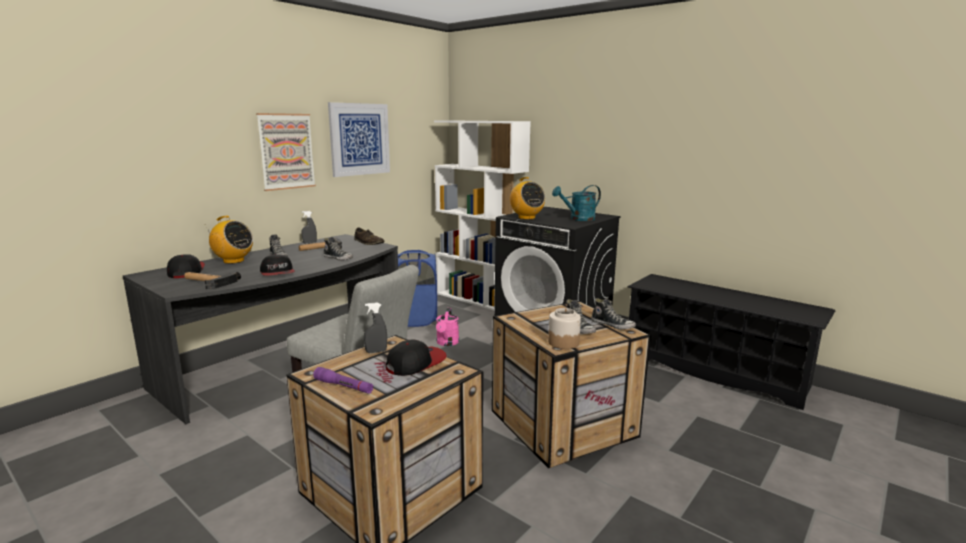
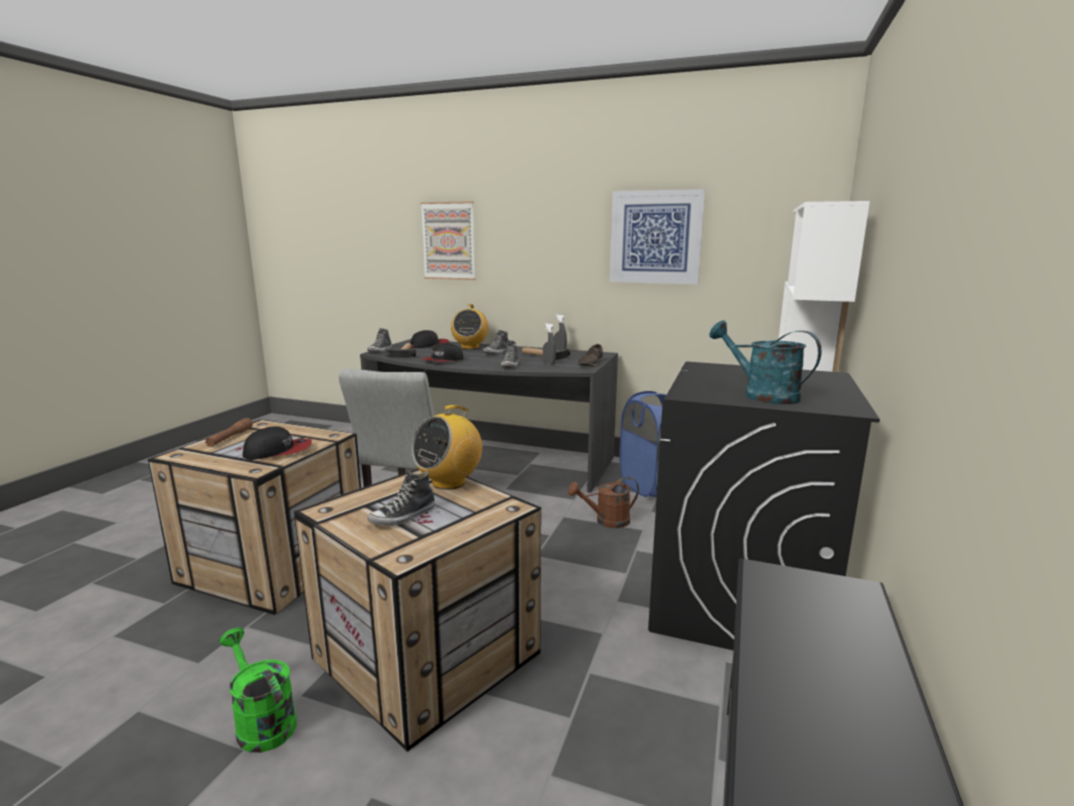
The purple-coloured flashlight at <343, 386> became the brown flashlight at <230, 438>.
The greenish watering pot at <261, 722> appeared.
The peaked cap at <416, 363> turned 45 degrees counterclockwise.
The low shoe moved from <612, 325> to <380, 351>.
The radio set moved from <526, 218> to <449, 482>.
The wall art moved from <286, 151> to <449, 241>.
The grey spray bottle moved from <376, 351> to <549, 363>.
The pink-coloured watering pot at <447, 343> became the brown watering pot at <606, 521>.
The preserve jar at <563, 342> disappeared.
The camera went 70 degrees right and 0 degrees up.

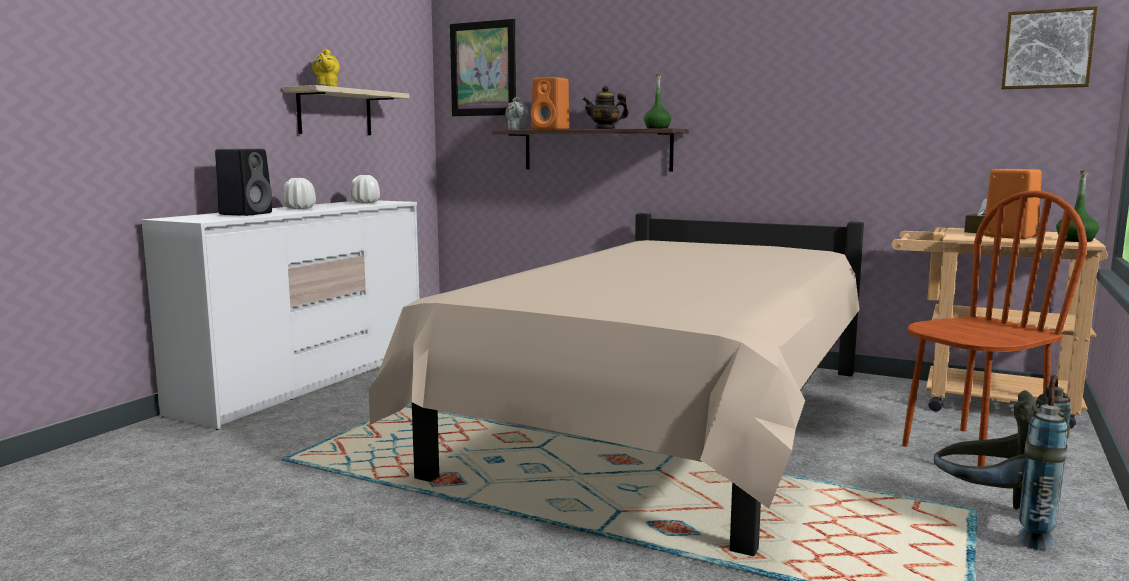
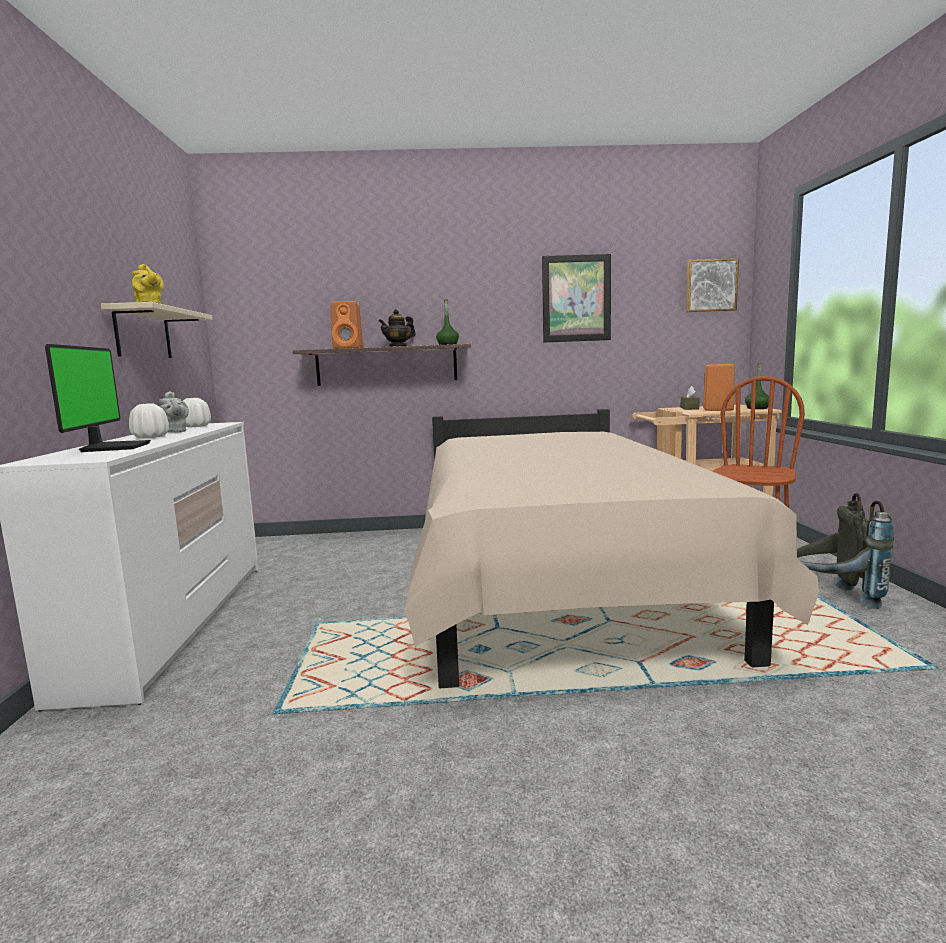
The blackish loudspeaker at <246, 213> was replaced by the computer display at <113, 447>.
The grey tea pot moved from <516, 130> to <175, 431>.
The wall art moved from <483, 69> to <576, 298>.
The camera went 30 degrees left and 0 degrees up.

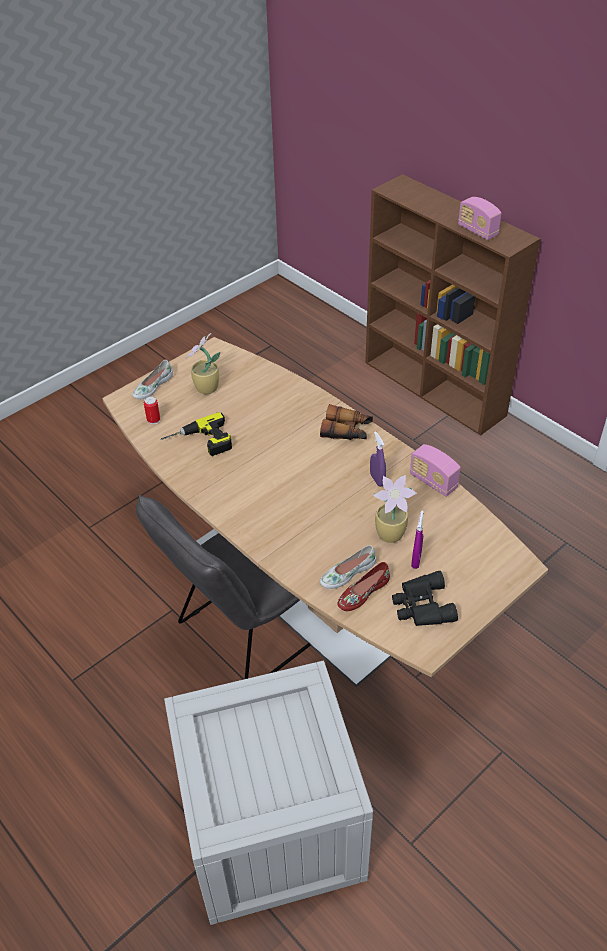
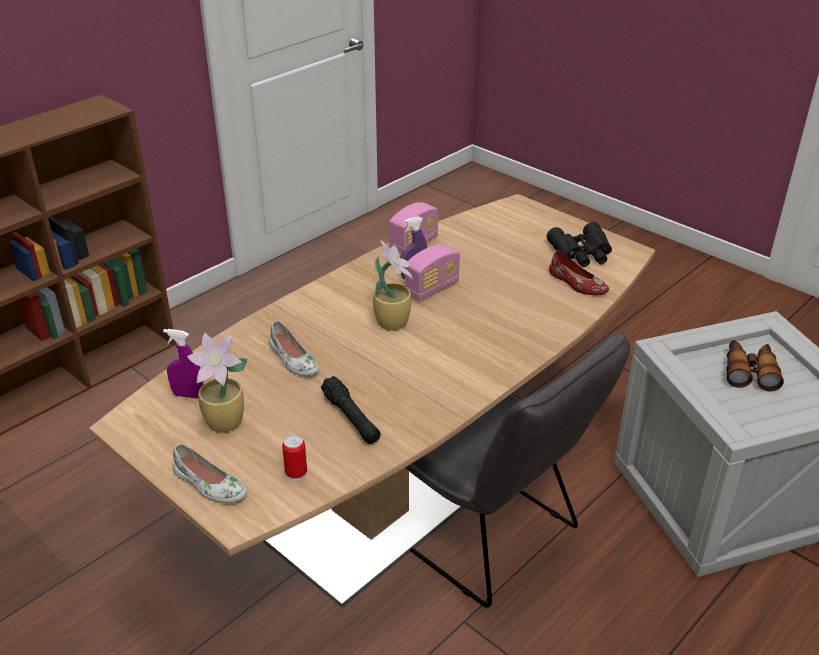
The purple-coloured spray bottle moved from <416, 560> to <188, 395>.
The whitish low shoe moved from <347, 573> to <293, 360>.
The power drill at <199, 443> was replaced by the blackish flashlight at <351, 418>.
The plant in a pot moved from <391, 534> to <393, 322>.
The radio set moved from <477, 231> to <432, 289>.
The field glasses moved from <347, 431> to <749, 371>.
The camera went 95 degrees left and 10 degrees down.

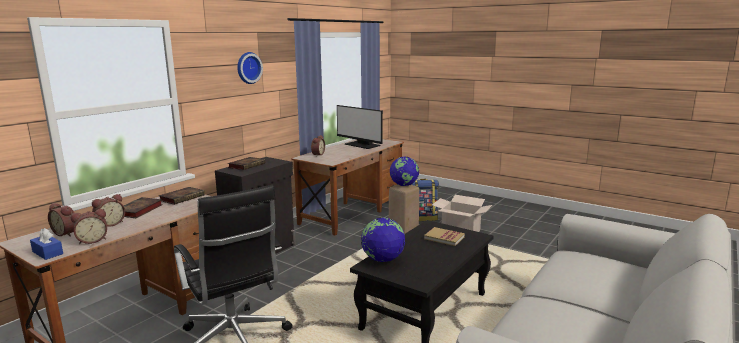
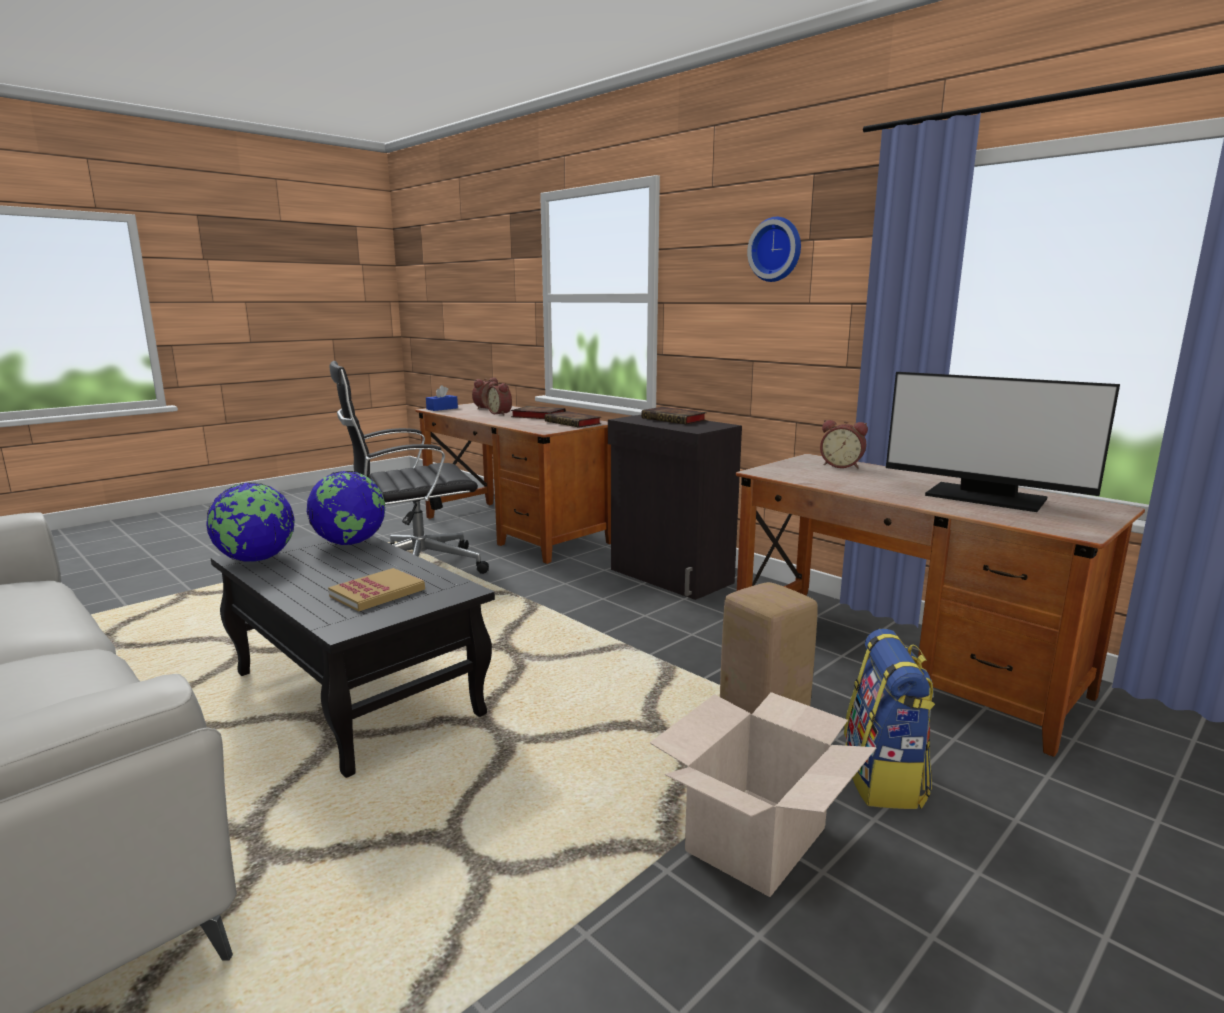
The desk globe moved from <404, 185> to <256, 560>.
The computer display at <361, 145> turned 105 degrees counterclockwise.
The bedside clock at <92, 240> disappeared.
The camera went 100 degrees right and 0 degrees up.

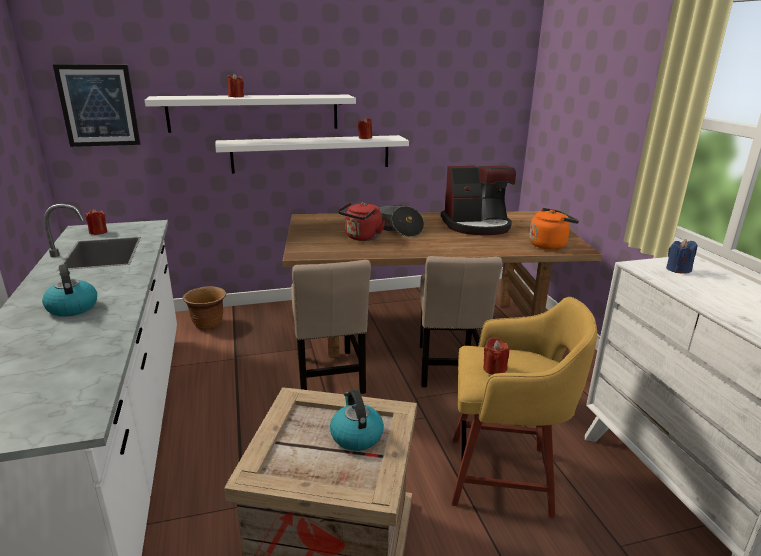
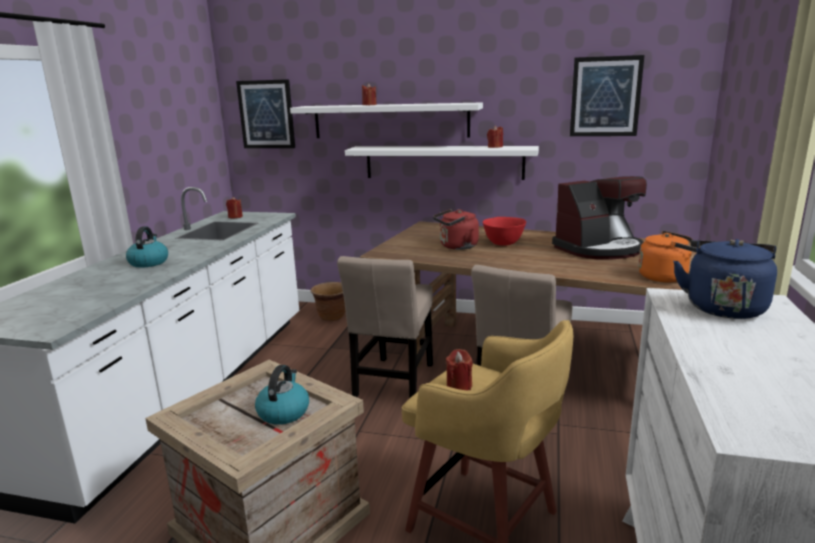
The saucepot at <397, 229> was replaced by the red-coloured deep dish at <504, 243>.
The coffee machine at <477, 225> turned 45 degrees counterclockwise.
The wall art at <605, 96> appeared.
The blue candle at <678, 270> was replaced by the blue water kettle at <723, 307>.
The camera went 30 degrees right and 5 degrees down.

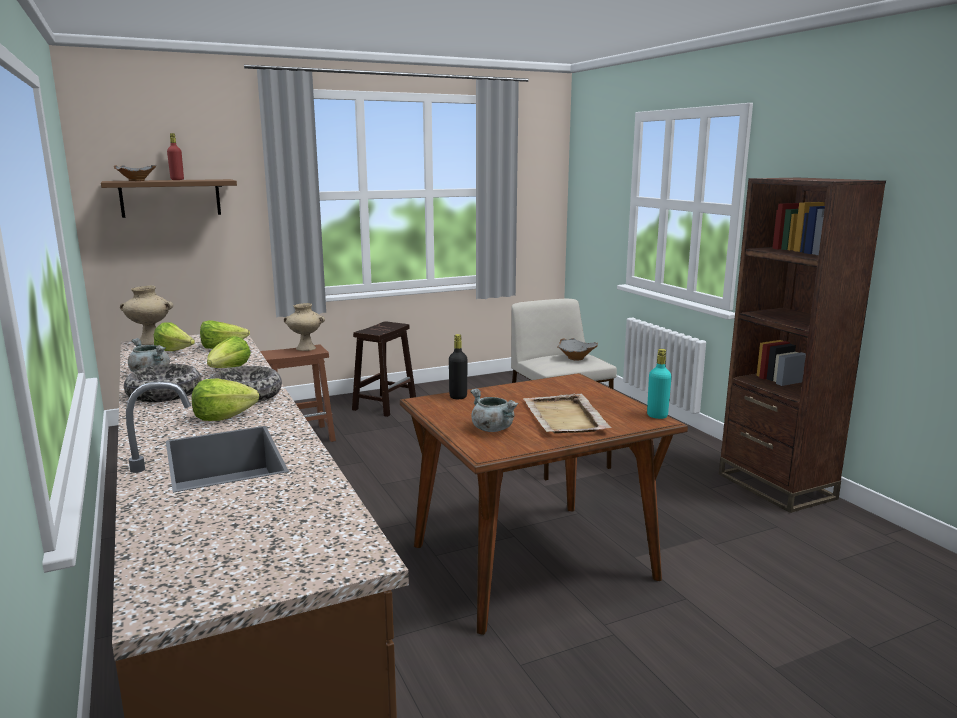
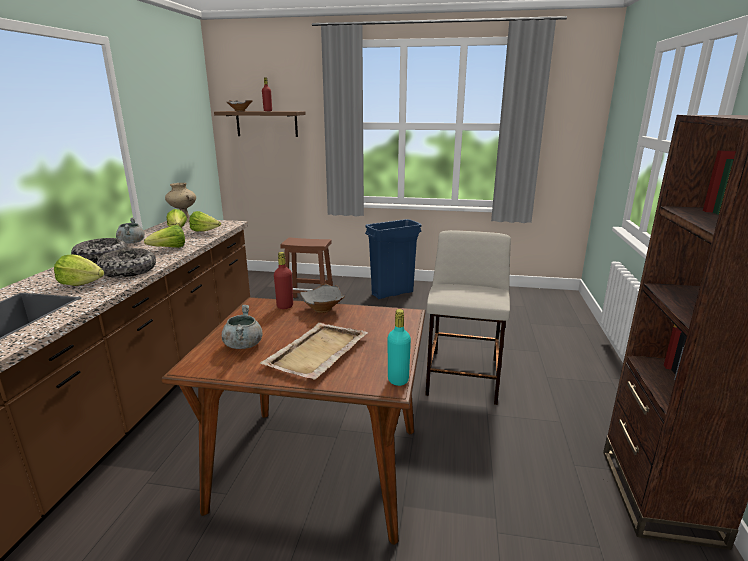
The blackish beverage bottle at <458, 397> became the red-coloured beverage bottle at <285, 306>.
The grey deep dish moved from <576, 358> to <324, 309>.
The brown sitting stool at <385, 405> was replaced by the blue trash can at <392, 293>.
The sand-coloured flower vase at <305, 348> disappeared.
The camera went 35 degrees right and 5 degrees up.

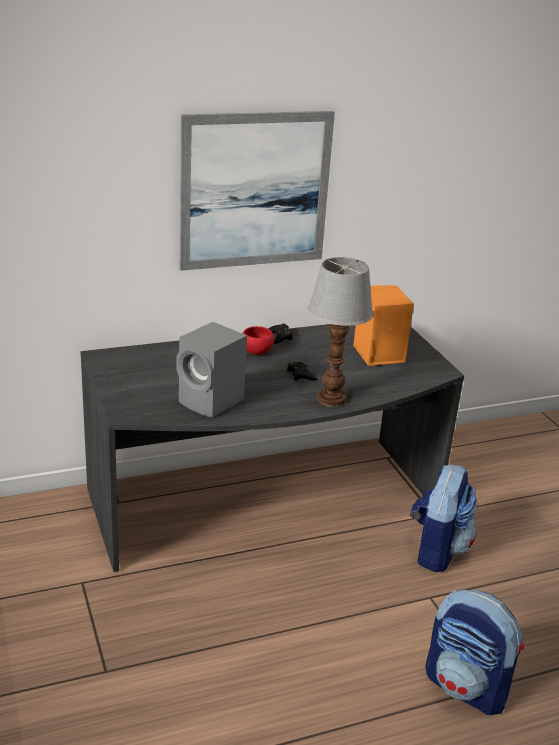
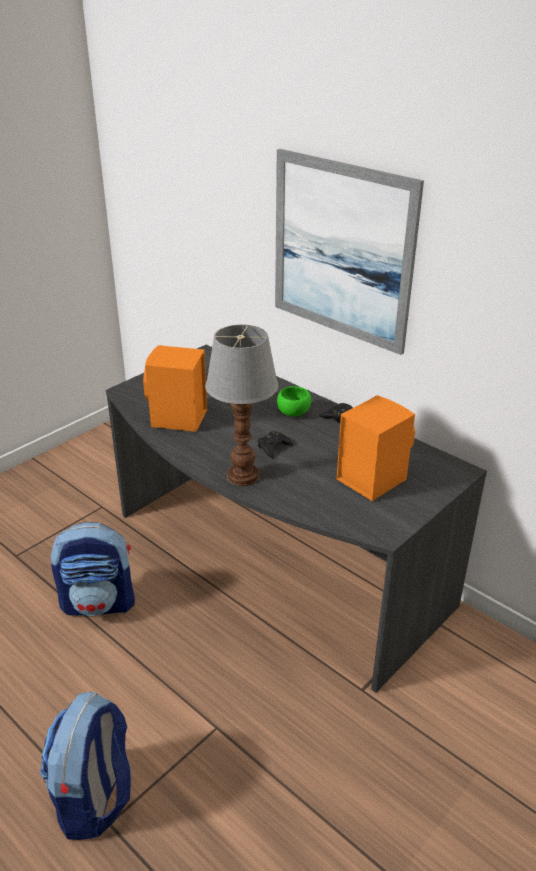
The knapsack moved from <436, 550> to <99, 603>.
The grey loudspeaker at <212, 402> became the orangey loudspeaker at <178, 419>.
The red-coloured deep dish at <256, 351> became the greenish deep dish at <294, 412>.
The camera went 65 degrees right and 5 degrees up.

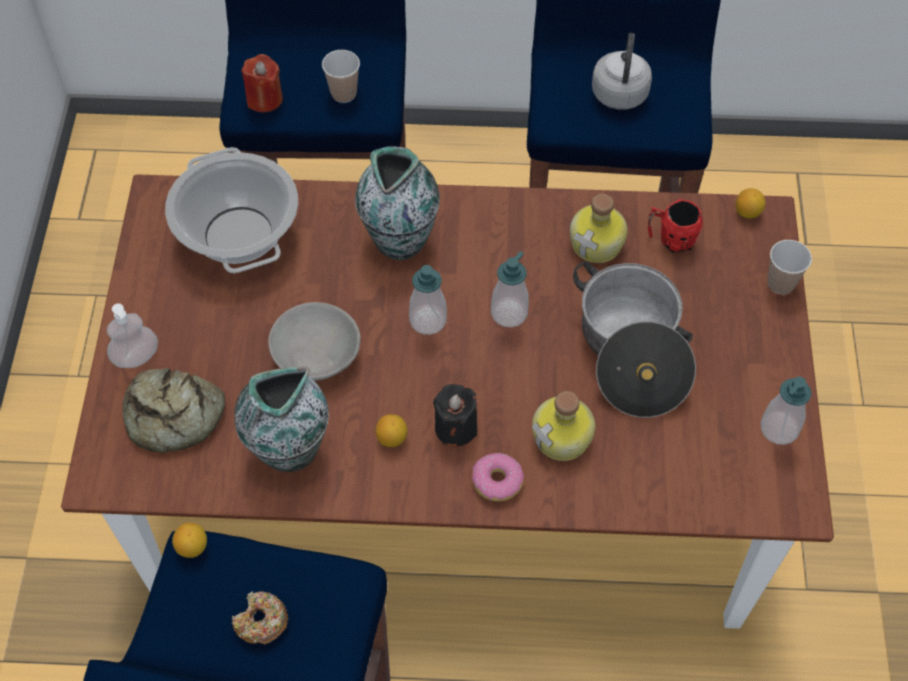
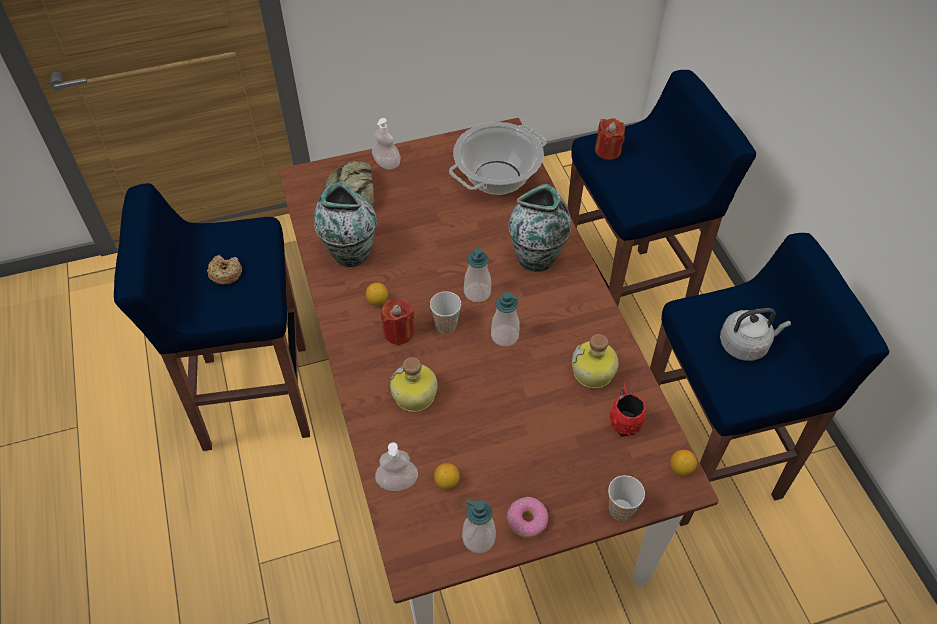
The soap bottle at <397, 482> appeared.
The blackish candle at <456, 428> became the red-coloured candle at <398, 332>.
The cup moved from <343, 93> to <446, 325>.
The whole lemon moved from <193, 547> to <447, 482>.
The doughnut moved from <497, 481> to <527, 520>.
The grey deep dish at <316, 356> disappeared.
The saucepot at <631, 352> disappeared.
The camera went 70 degrees right and 5 degrees down.

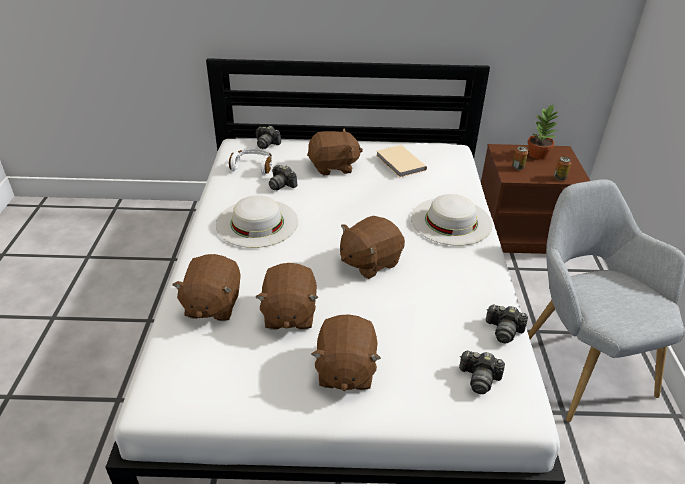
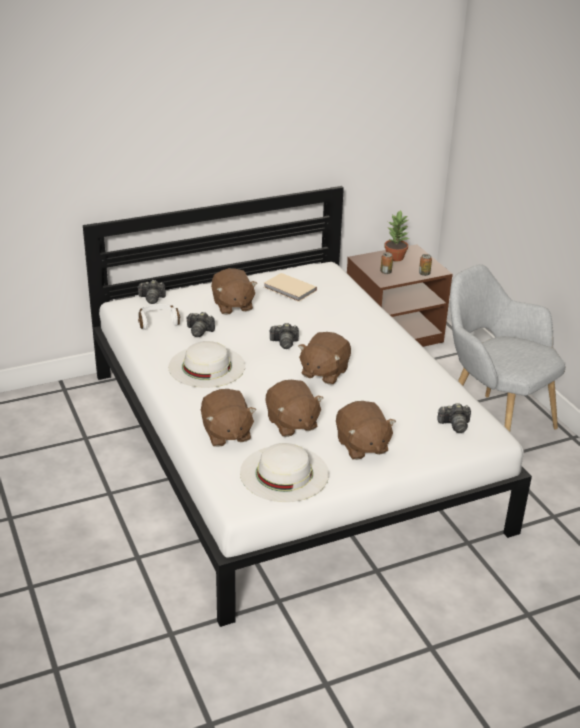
The brown plush toy at <333, 167> turned 105 degrees clockwise.
The whitish hat moved from <451, 221> to <284, 473>.
The still camera moved from <503, 330> to <284, 343>.
The camera went 25 degrees left and 5 degrees down.

